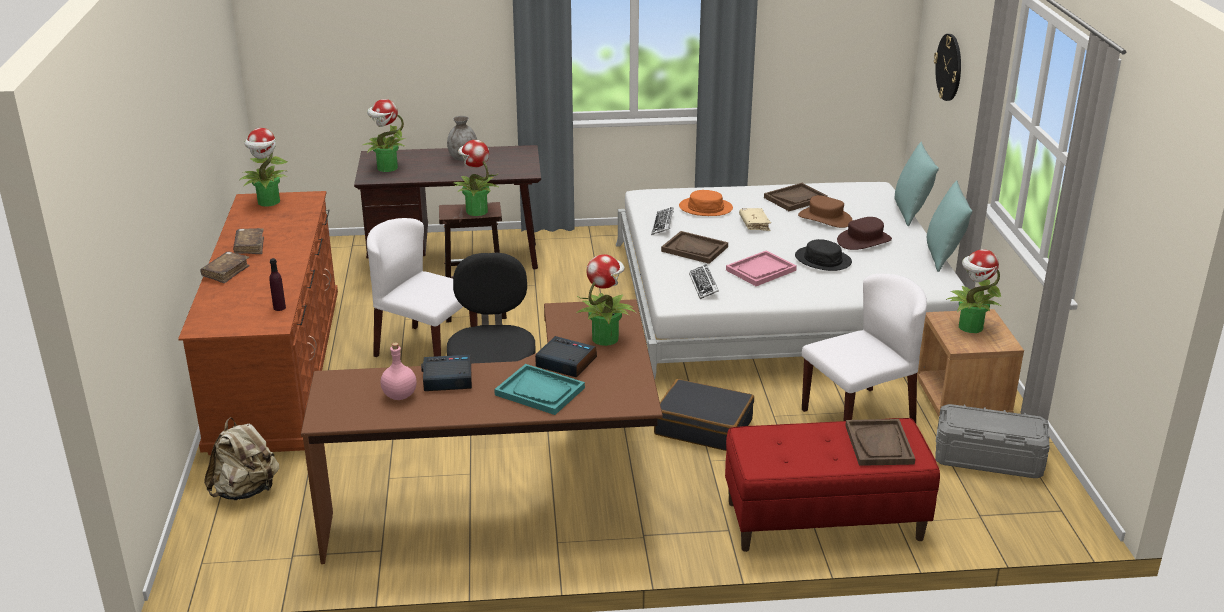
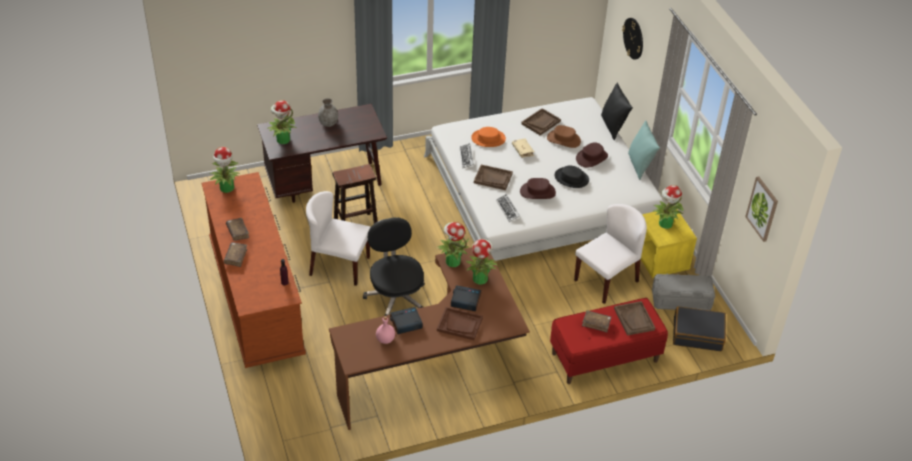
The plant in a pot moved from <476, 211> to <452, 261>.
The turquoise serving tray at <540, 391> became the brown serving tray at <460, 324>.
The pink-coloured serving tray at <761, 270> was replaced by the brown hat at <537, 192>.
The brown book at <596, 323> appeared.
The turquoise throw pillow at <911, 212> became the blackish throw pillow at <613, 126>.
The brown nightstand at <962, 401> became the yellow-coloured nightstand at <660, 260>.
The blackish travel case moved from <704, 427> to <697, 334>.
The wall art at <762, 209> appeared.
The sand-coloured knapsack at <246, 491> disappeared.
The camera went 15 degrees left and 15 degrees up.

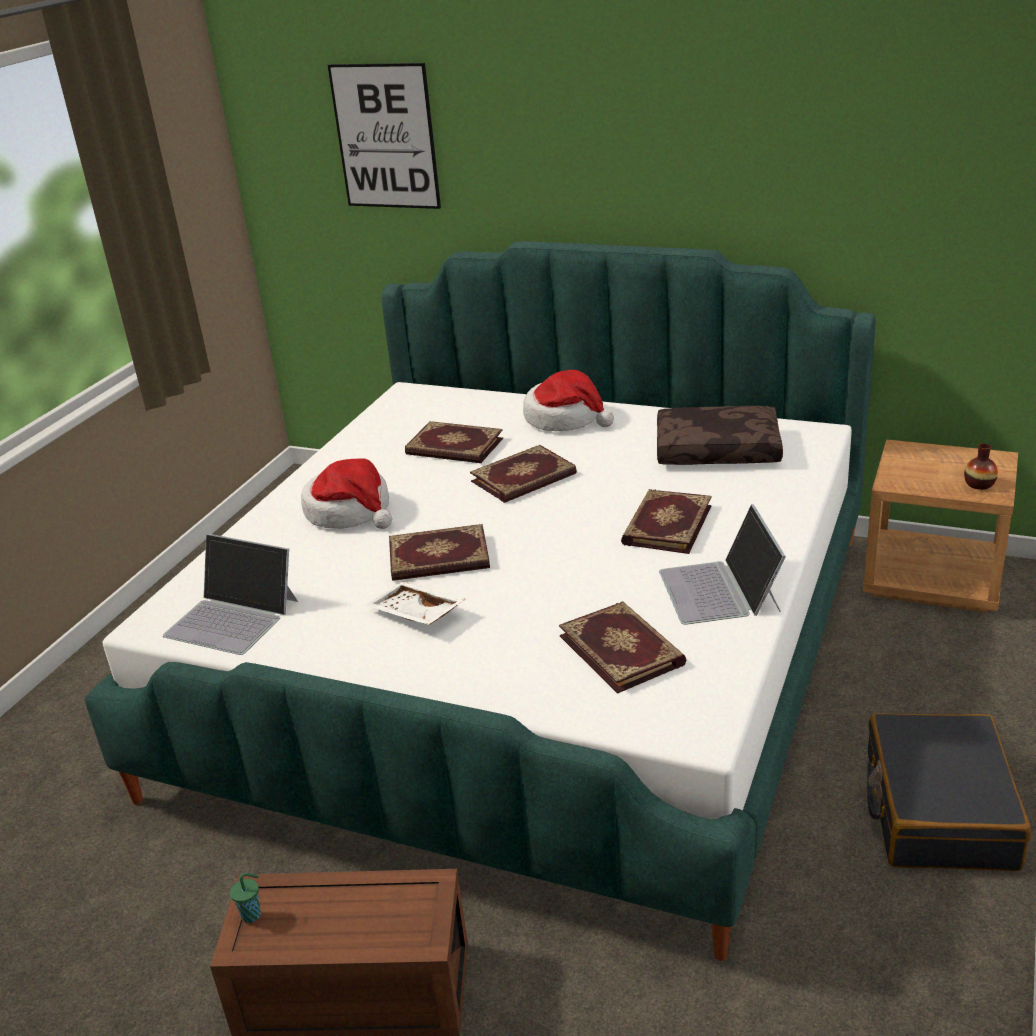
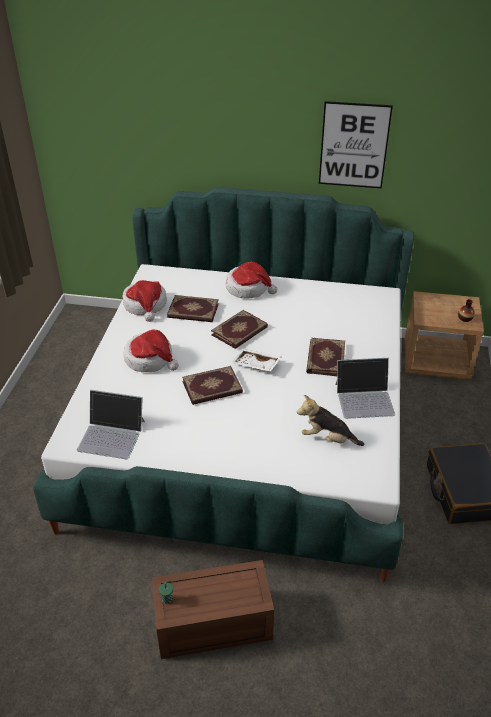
The hat at <145, 305> appeared.
The whitish serving tray moved from <415, 614> to <255, 365>.
The book at <623, 649> was replaced by the plush toy at <327, 438>.
The wall art moved from <385, 137> to <354, 145>.
The portable computer at <720, 590> turned 75 degrees counterclockwise.
The brown throw pillow at <718, 449> disappeared.
The camera went 15 degrees left and 10 degrees up.

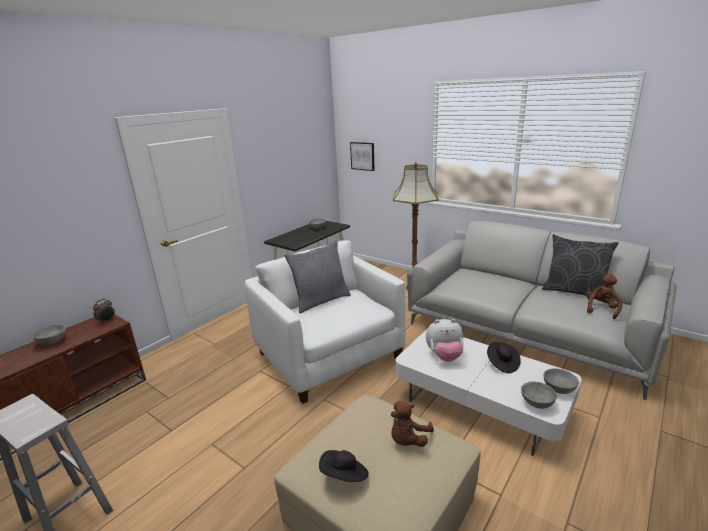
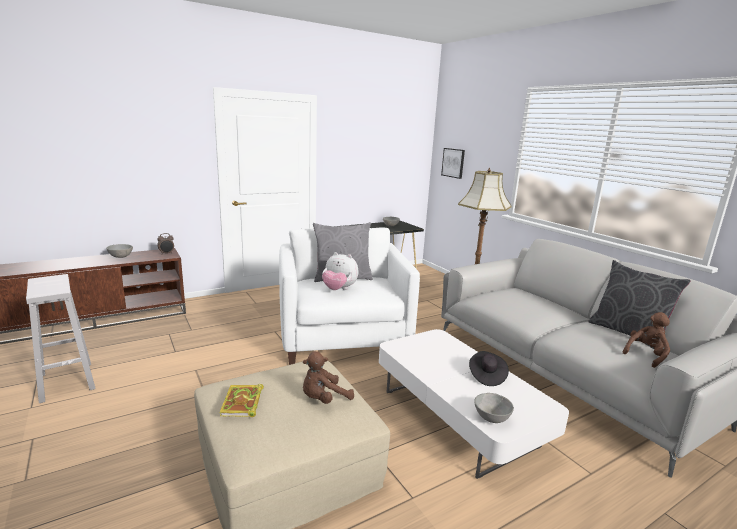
The blackish hat at <344, 476> was replaced by the book at <242, 403>.
The plush toy moved from <444, 356> to <339, 289>.
The grey deep dish at <558, 389> disappeared.
The camera went 20 degrees right and 5 degrees down.

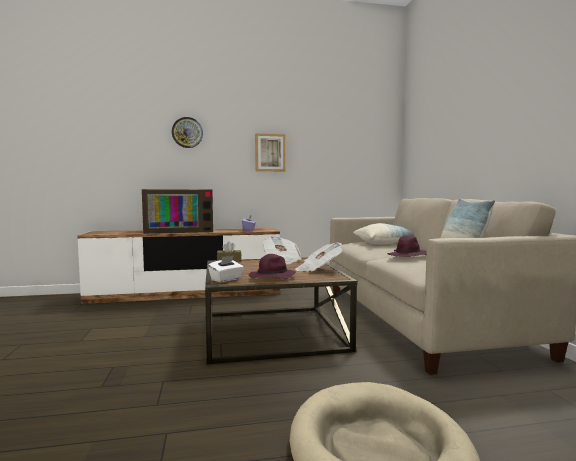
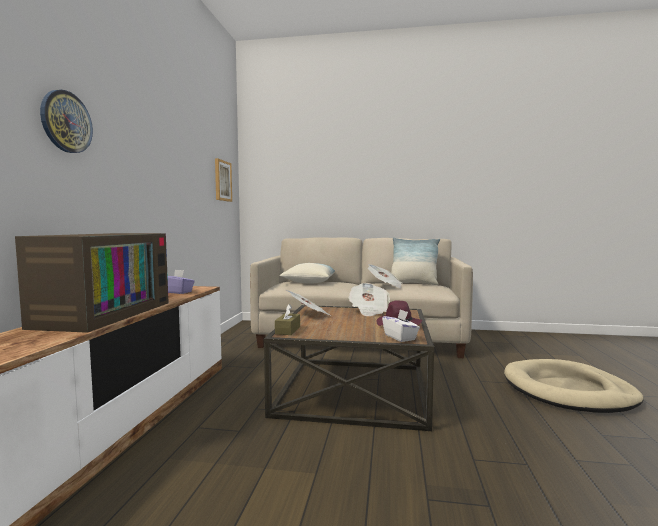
The wall art moved from <270, 152> to <222, 181>.
The purple-coloured hat at <408, 256> was replaced by the printed paper at <385, 286>.
The camera went 70 degrees left and 0 degrees up.

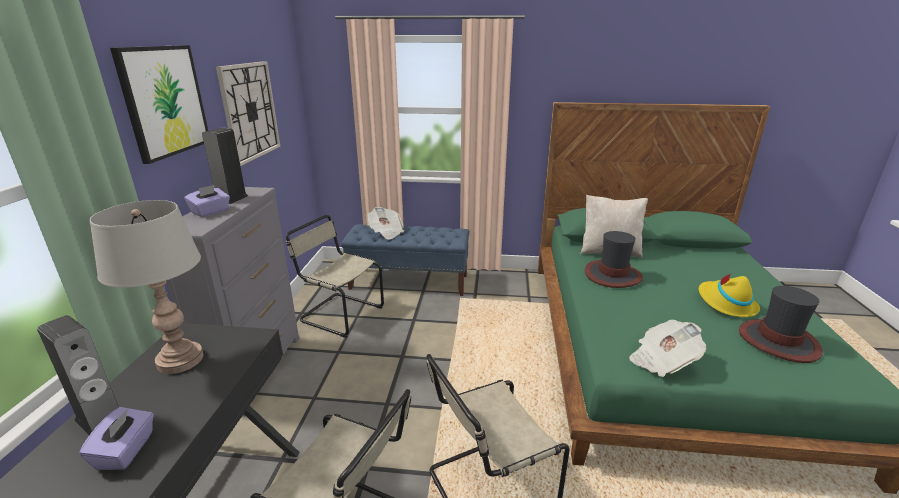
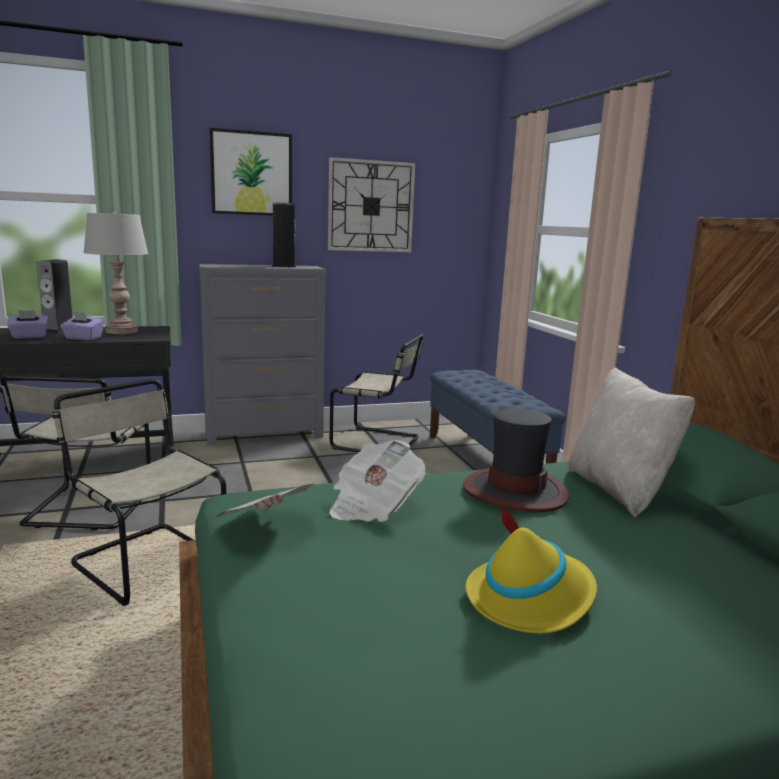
The purple-coloured tissue box moved from <211, 212> to <83, 338>.
The sand-coloured upright chair at <339, 314> turned 105 degrees clockwise.
The printed paper moved from <386, 232> to <373, 505>.
The hat at <779, 341> disappeared.
The camera went 65 degrees right and 10 degrees down.

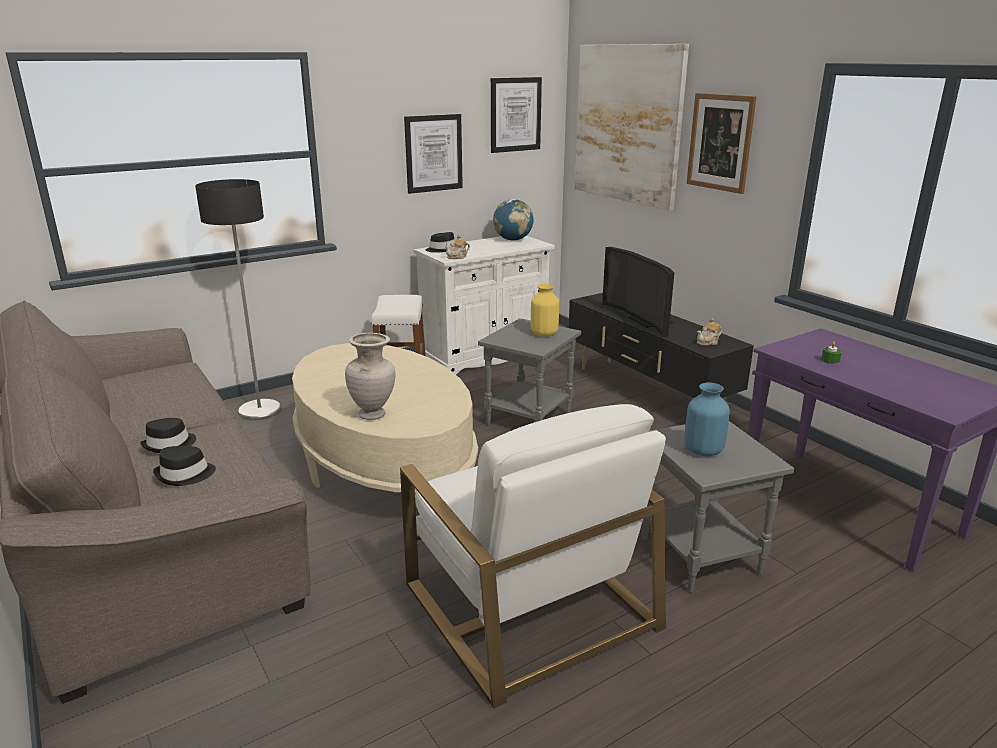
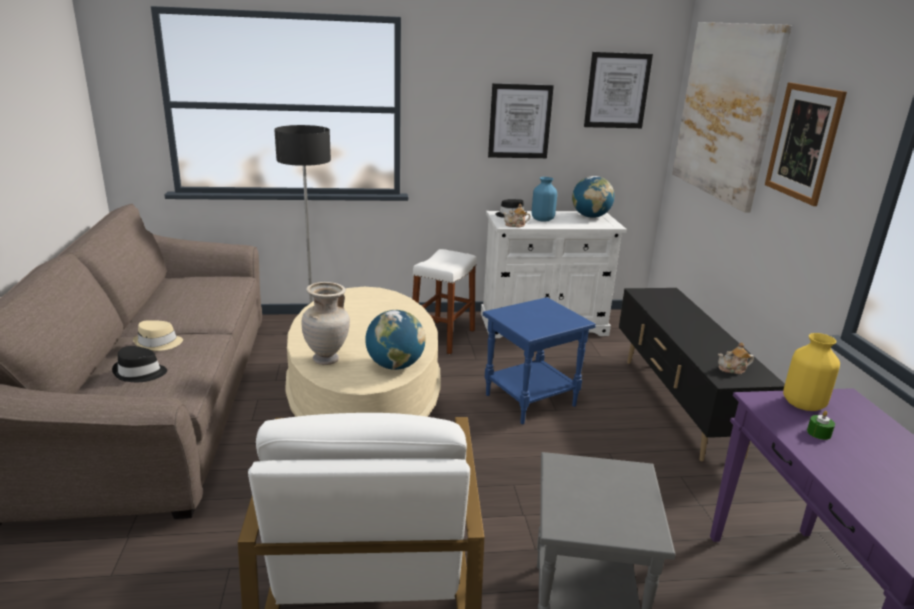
The blackish hat at <170, 444> became the sand-coloured hat at <158, 344>.
The desk globe at <395, 366> appeared.
The grey side table at <528, 418> became the blue side table at <530, 399>.
The blue flower vase moved from <704, 451> to <542, 220>.
The yellow-coloured flower vase moved from <544, 333> to <803, 404>.
The TV at <645, 321> disappeared.
The camera went 25 degrees right and 0 degrees up.

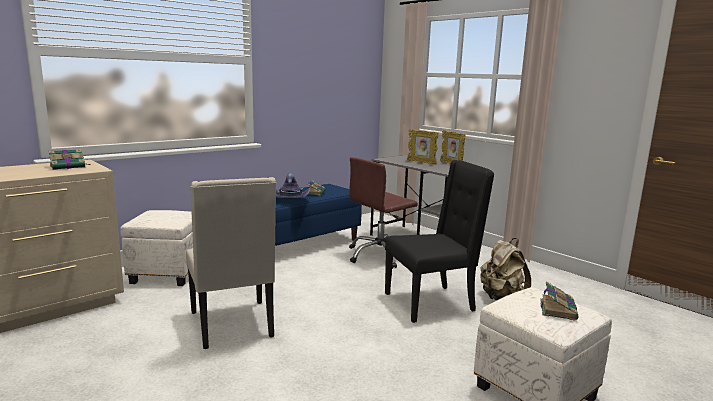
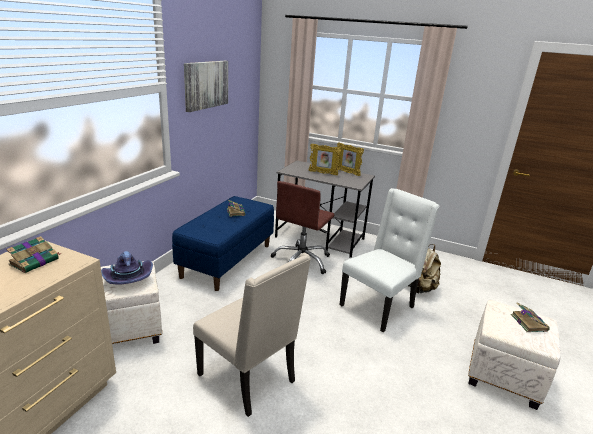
The purple-coloured hat moved from <290, 200> to <127, 278>.
The wall art at <206, 84> appeared.
The blackish upright chair at <431, 303> became the whitish upright chair at <378, 306>.
The camera went 25 degrees left and 10 degrees up.

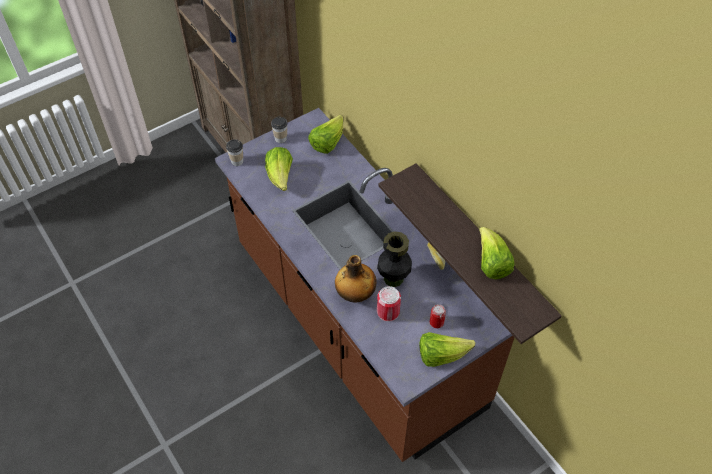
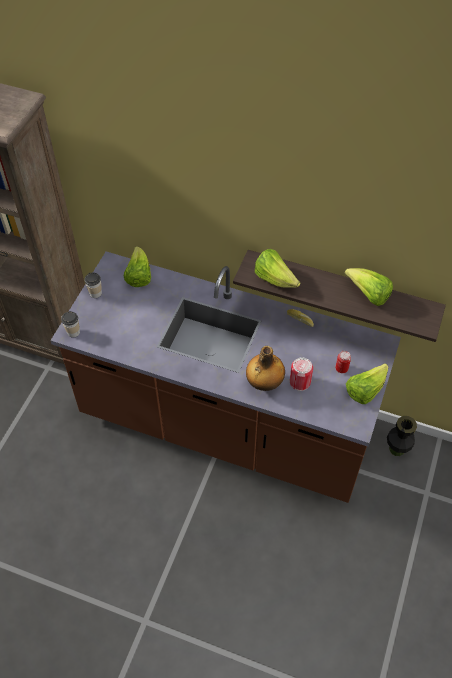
The lettuce moved from <280, 177> to <275, 279>.
The blackish flower vase moved from <393, 278> to <397, 449>.
The camera went 35 degrees left and 0 degrees up.

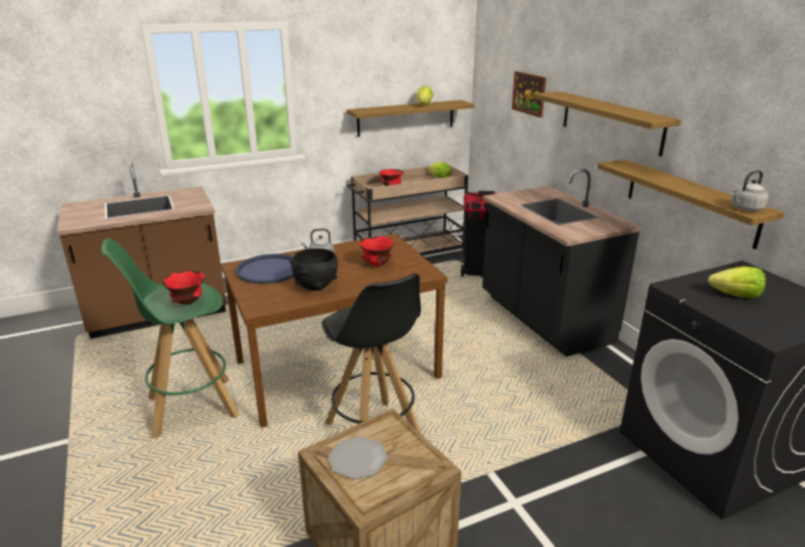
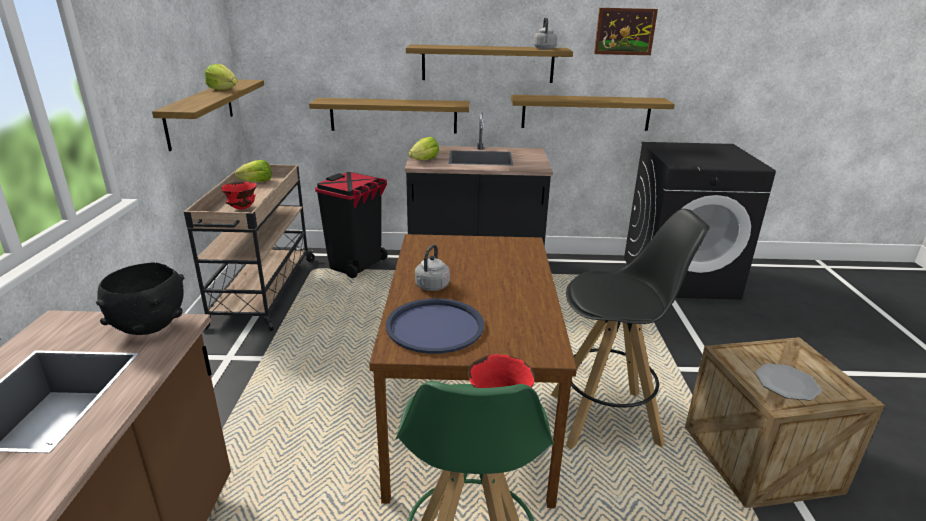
The blackish deep dish moved from <316, 287> to <150, 327>.
The wall shelf at <393, 115> appeared.
The lettuce moved from <736, 295> to <424, 160>.
The grey water kettle moved from <745, 209> to <545, 49>.
The wall art moved from <529, 93> to <625, 31>.
The red-coloured deep dish at <377, 265> disappeared.
The camera went 65 degrees left and 0 degrees up.

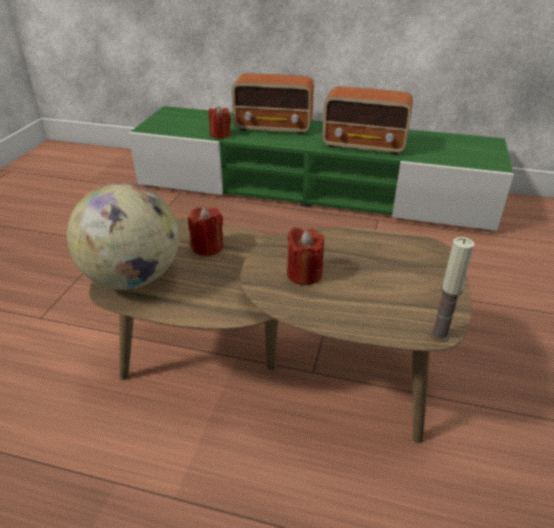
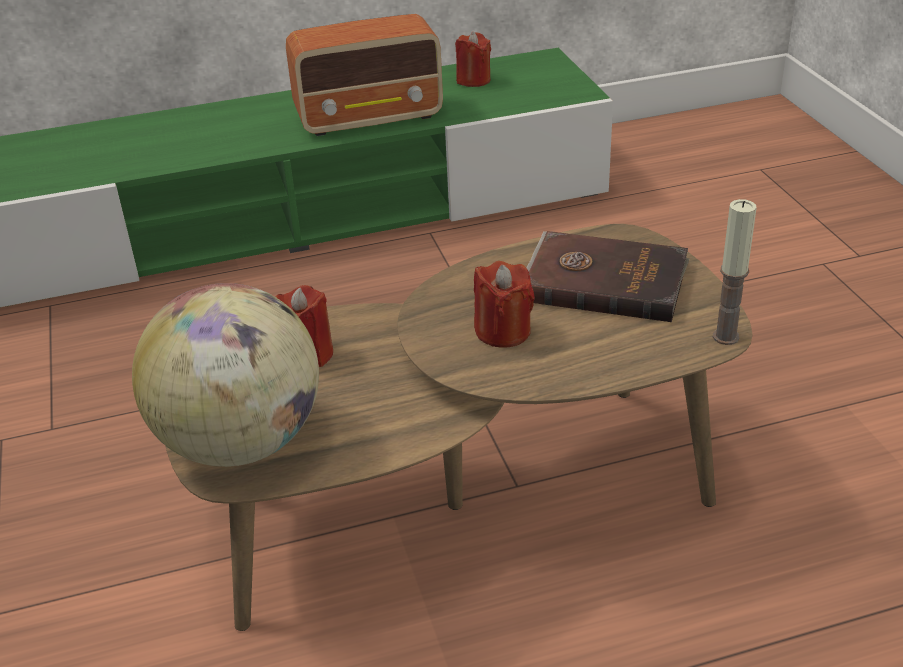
The red-coloured candle moved from <220, 134> to <473, 80>.
The brown book at <604, 280> appeared.
The radio set at <274, 127> disappeared.
The camera went 30 degrees left and 0 degrees up.

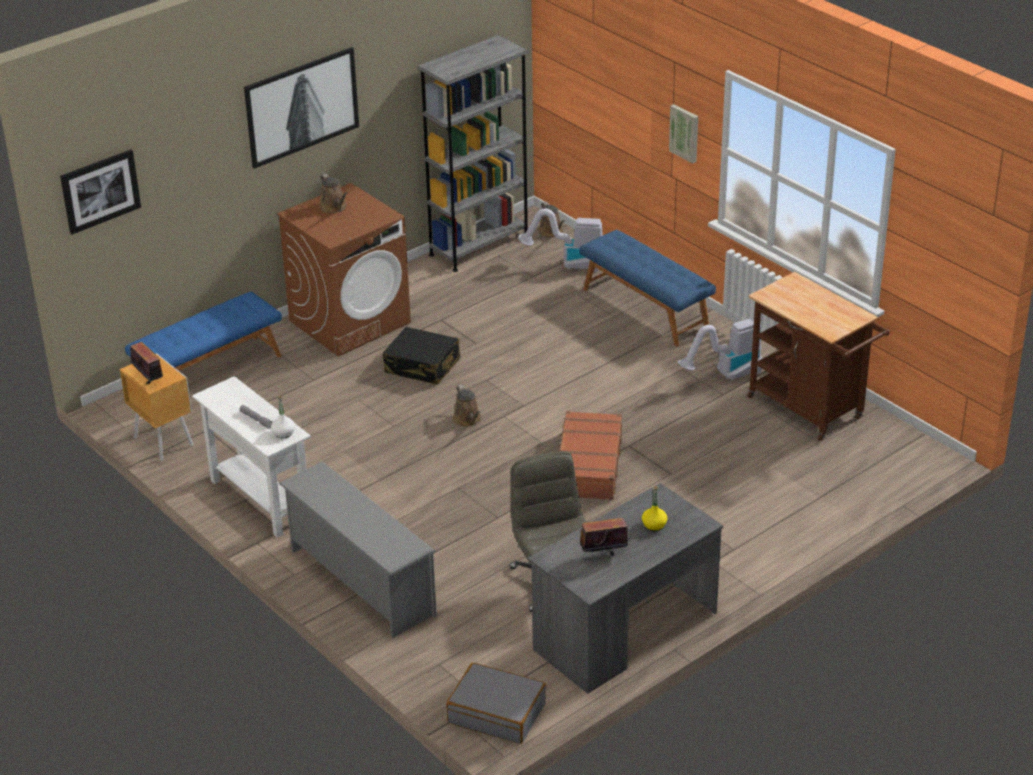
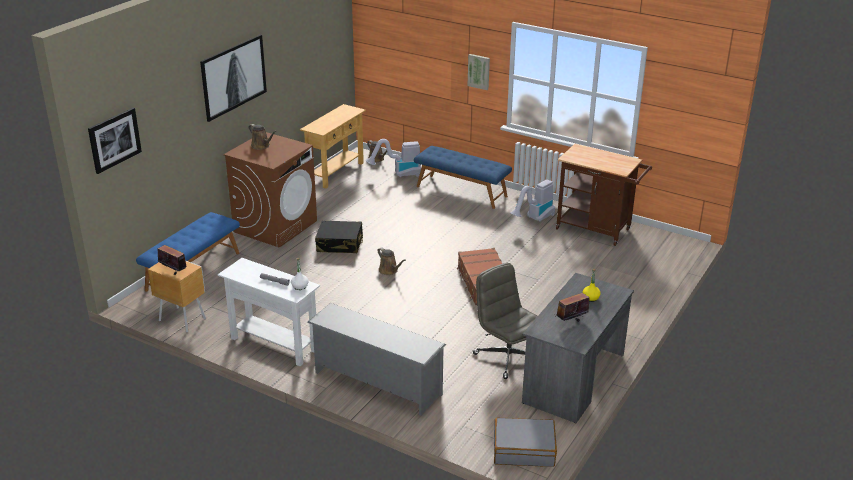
The grey bookshelf at <479, 246> was replaced by the sand-coloured hall table at <336, 173>.
The camera went 20 degrees left and 5 degrees down.

